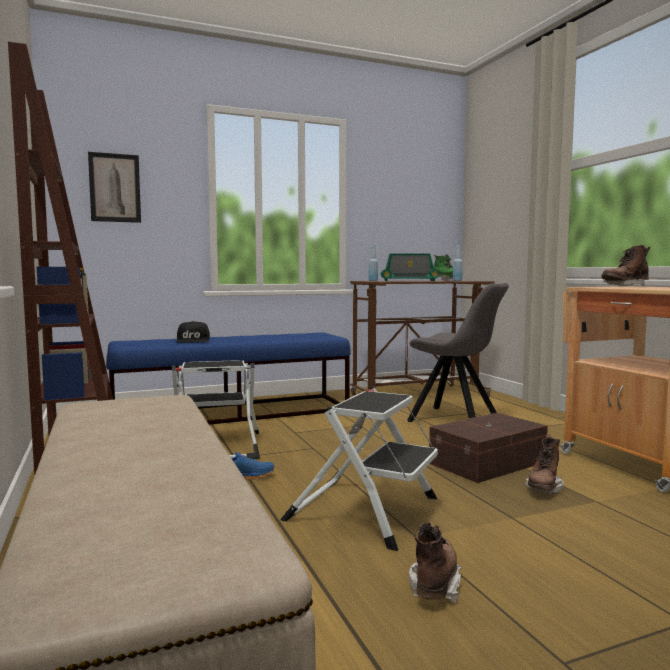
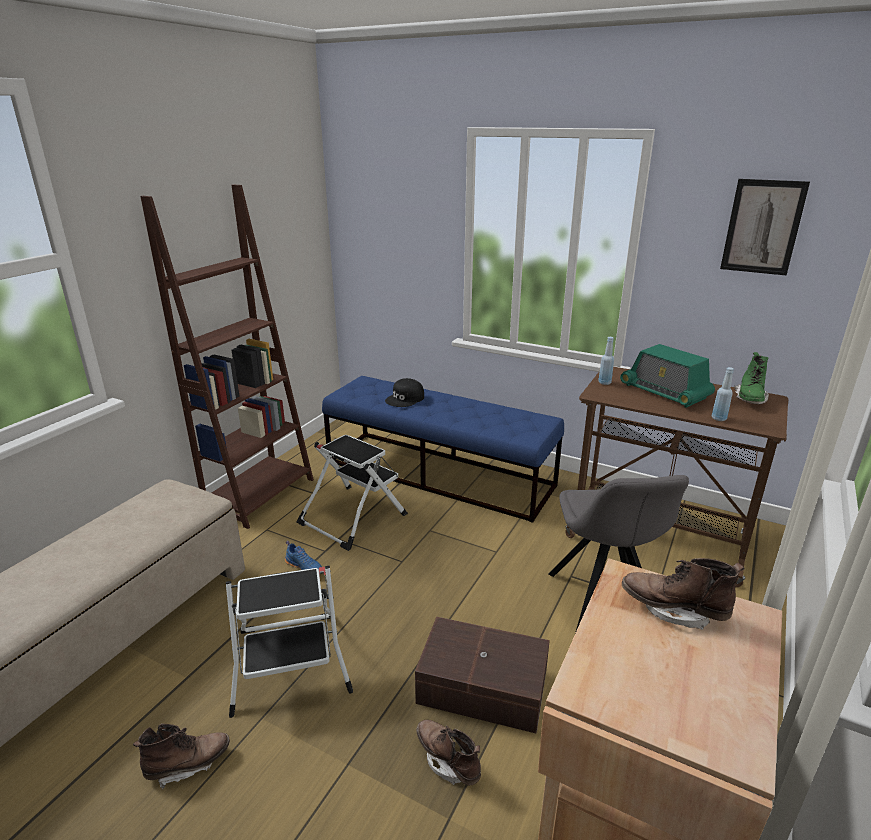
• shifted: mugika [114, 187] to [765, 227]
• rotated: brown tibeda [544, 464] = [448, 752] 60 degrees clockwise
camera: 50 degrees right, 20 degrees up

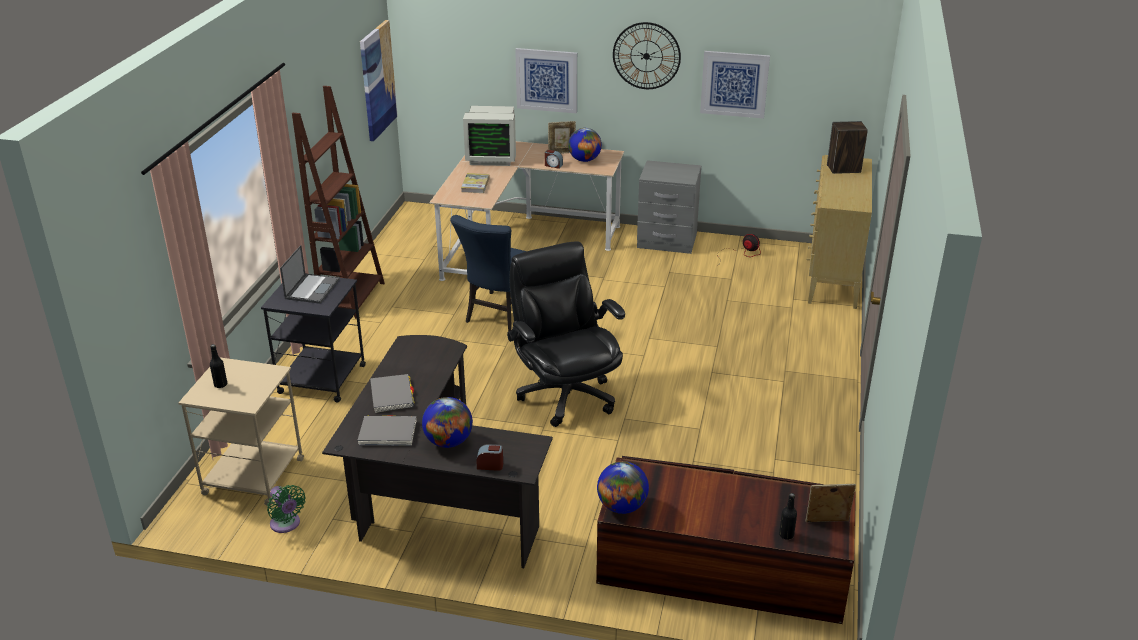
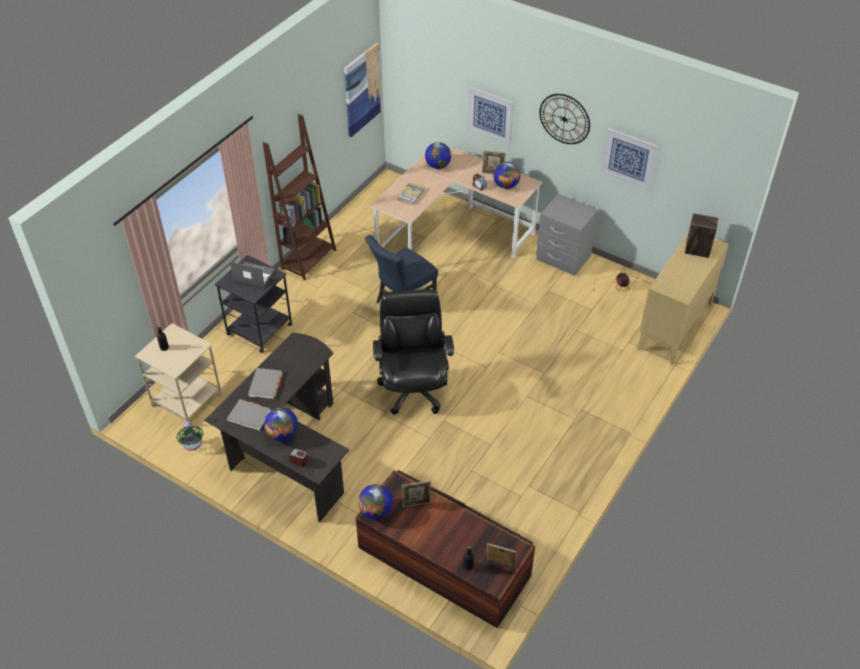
• new: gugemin [416, 494]
• swapped: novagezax [489, 136] to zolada [438, 155]
• rotated: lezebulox [309, 274] = [252, 274] 105 degrees counterclockwise
camera: 20 degrees right, 15 degrees up

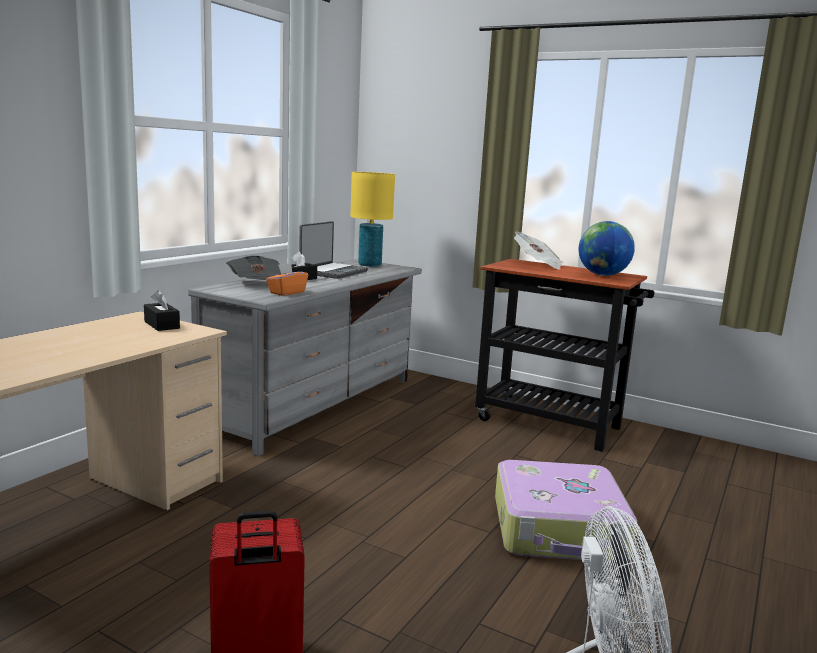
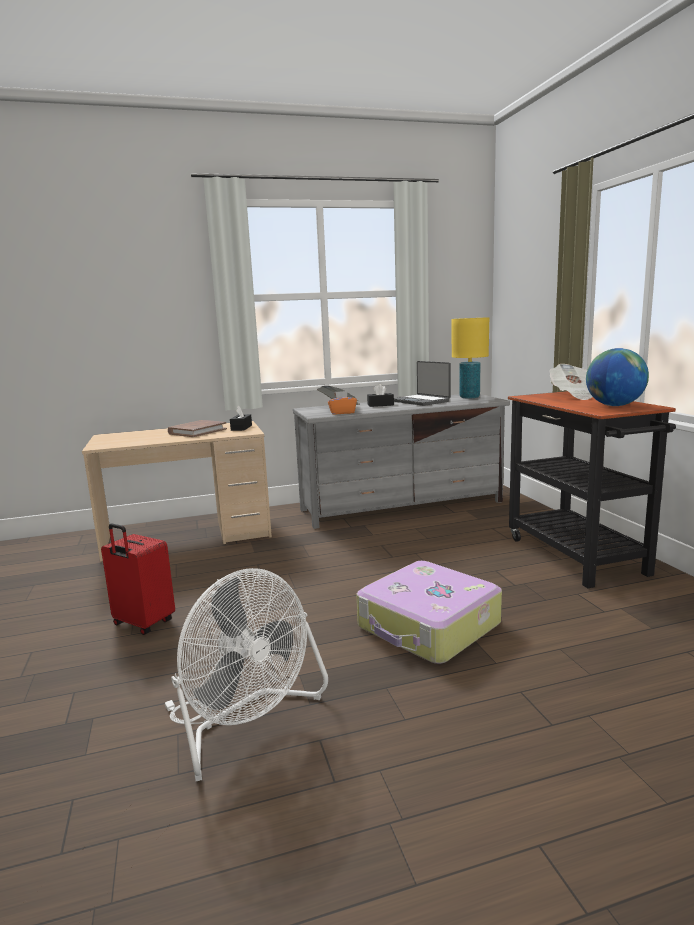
• new: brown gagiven [197, 428]
• rotated: lezebulox [333, 250] = [422, 383] 75 degrees clockwise
camera: 45 degrees right, 0 degrees up

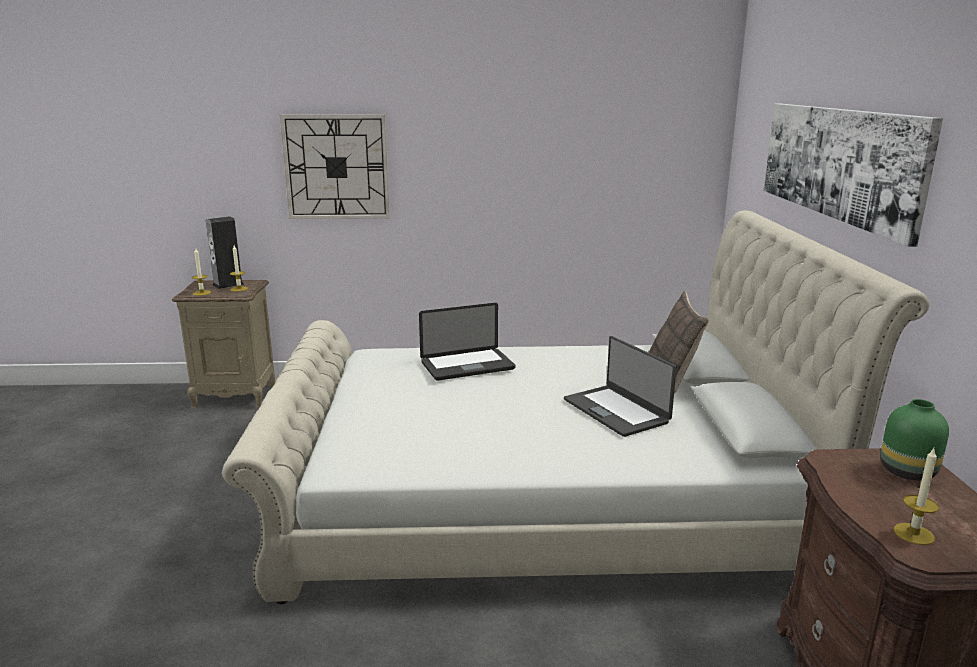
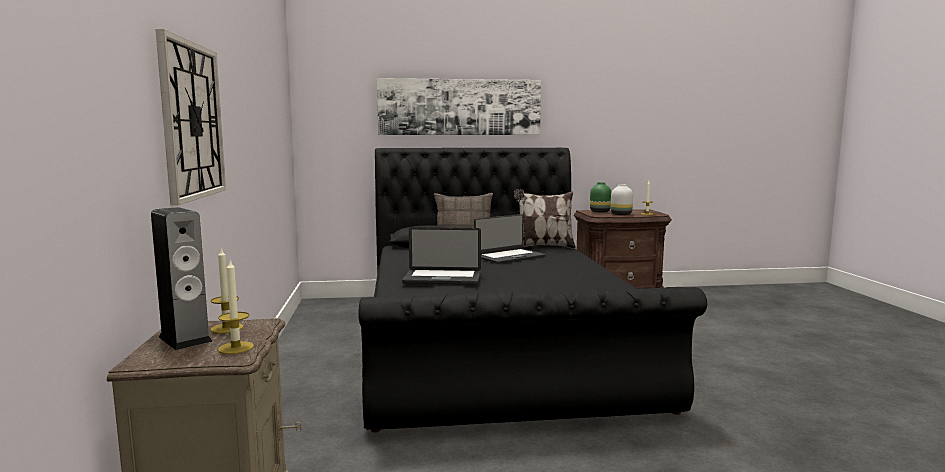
• new: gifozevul [545, 219]
• new: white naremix [622, 199]
• repainted: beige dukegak [576, 407] to black dukegak [532, 290]
• rotated: lezebulox [467, 342] = [441, 256] 120 degrees clockwise
camera: 95 degrees left, 10 degrees down

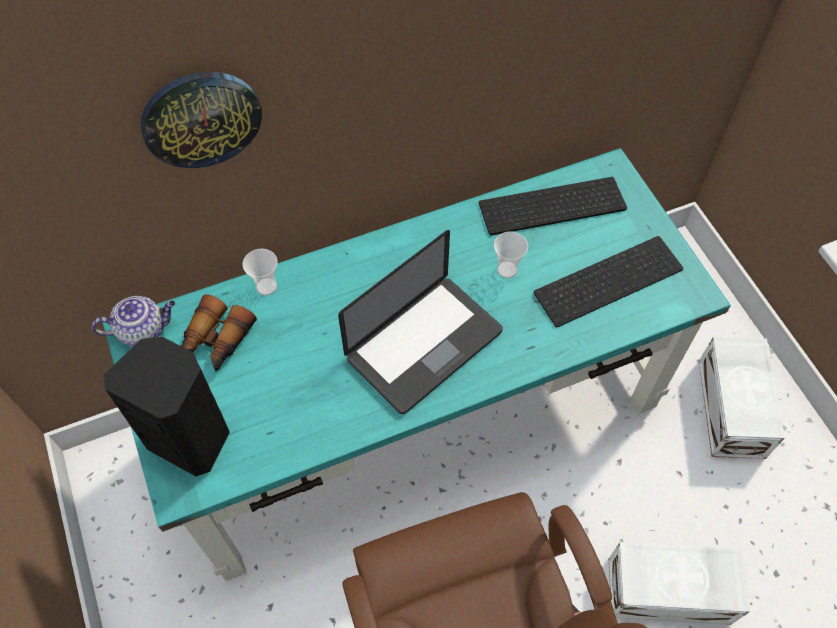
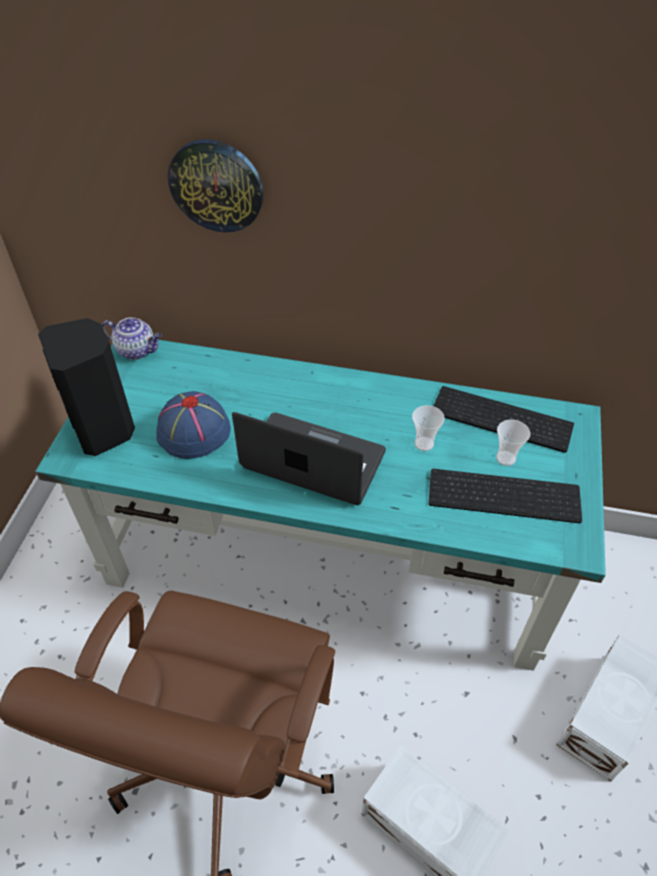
• gone: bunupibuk [219, 333]
• new: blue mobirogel [193, 425]
• shifted: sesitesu [260, 272] to [513, 443]
• rotated: lezebulox [420, 322] = [309, 458] 150 degrees counterclockwise
camera: 35 degrees right, 10 degrees down

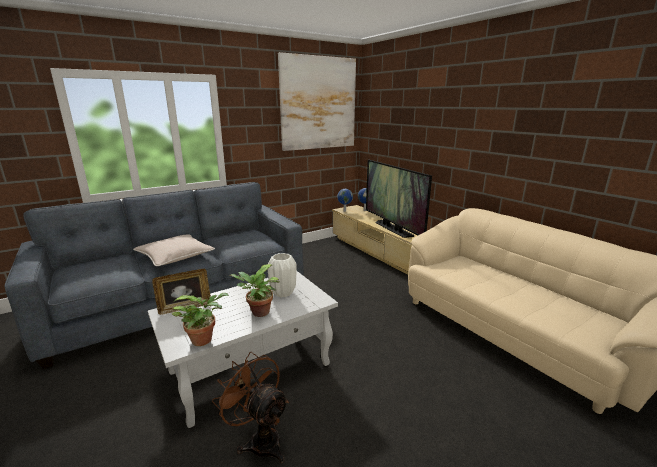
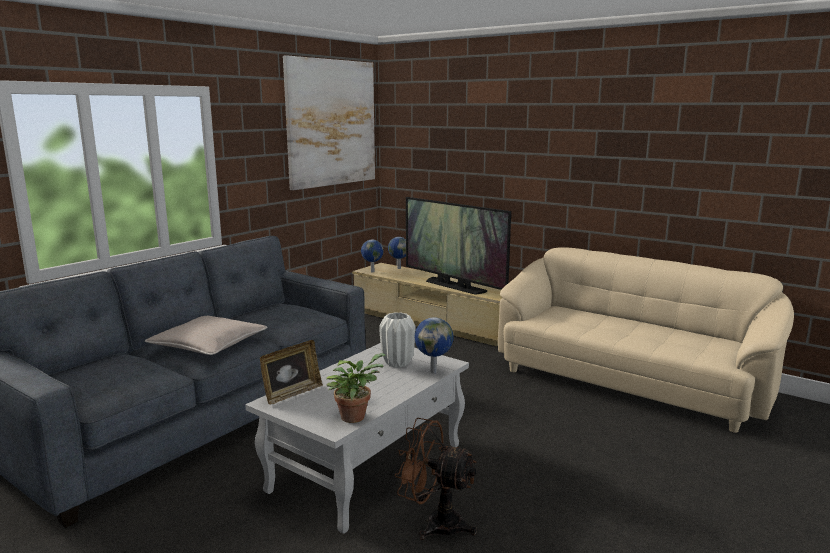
• gone: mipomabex [254, 290]
• new: zolada [434, 345]
camera: 20 degrees left, 5 degrees down

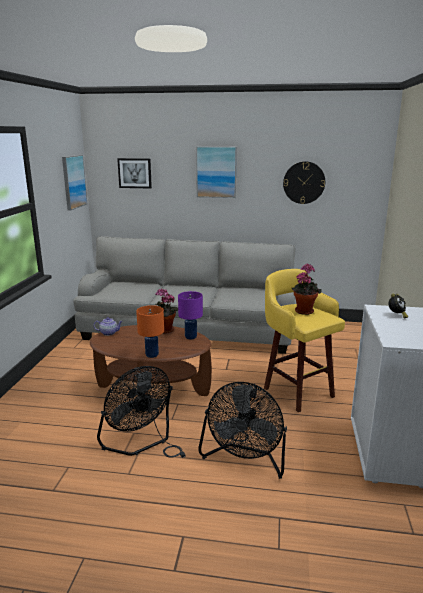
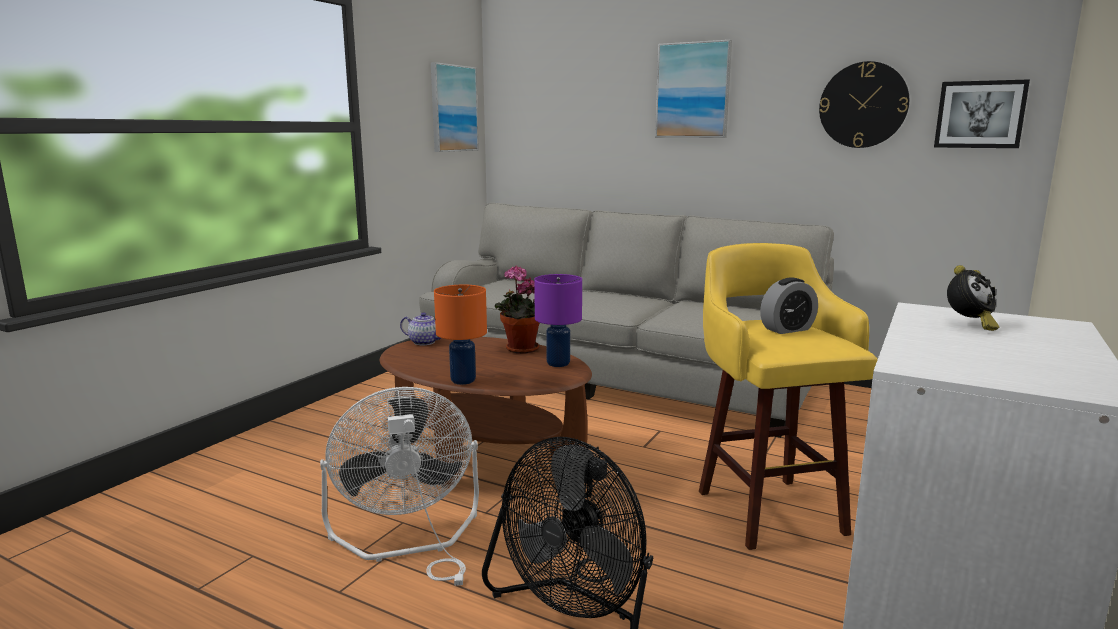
• shifted: mugika [134, 173] to [982, 113]
• swapped: mipomabex [306, 289] to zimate [789, 305]
• repainted: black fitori [141, 412] to white fitori [399, 486]
camera: 20 degrees right, 5 degrees down

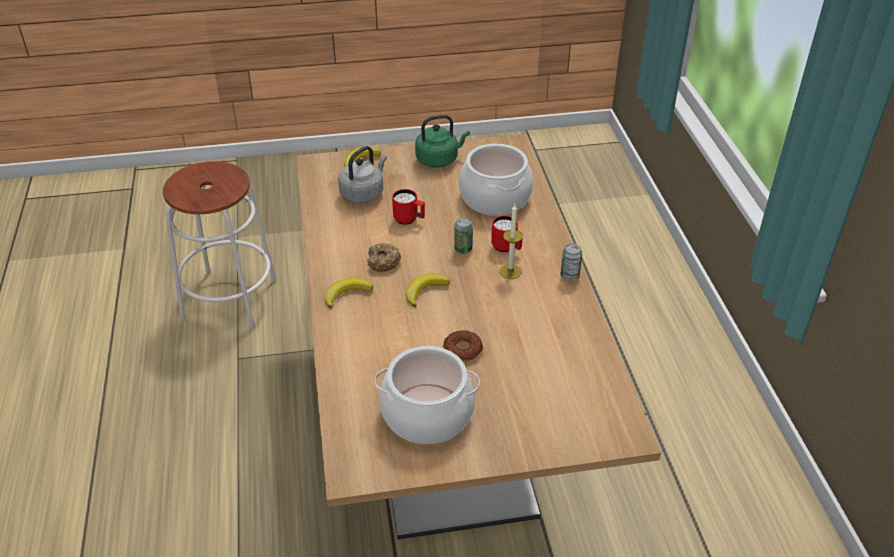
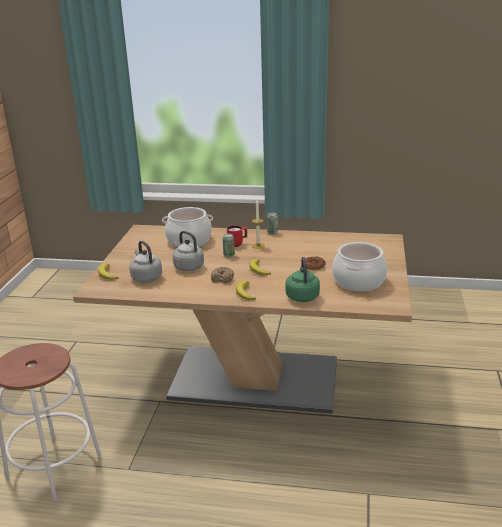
• shifted: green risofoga [442, 141] to [302, 279]
• swapped: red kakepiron [408, 207] to grey risofoga [188, 251]
camera: 70 degrees left, 15 degrees down

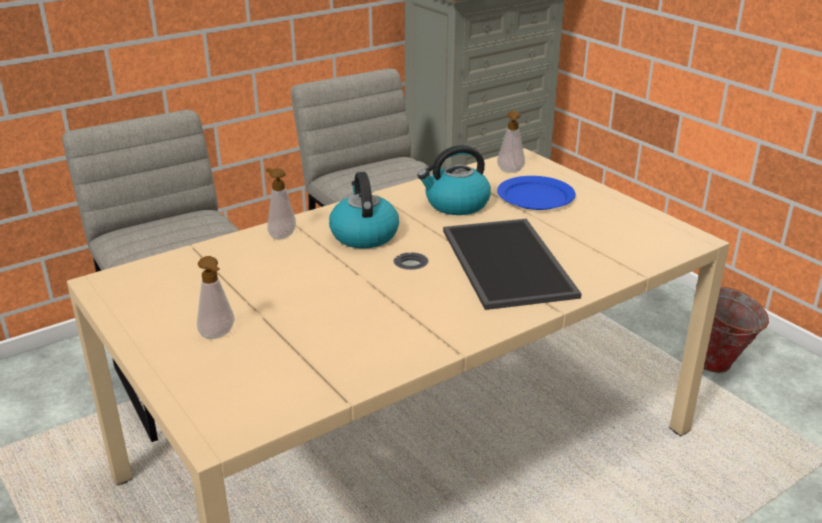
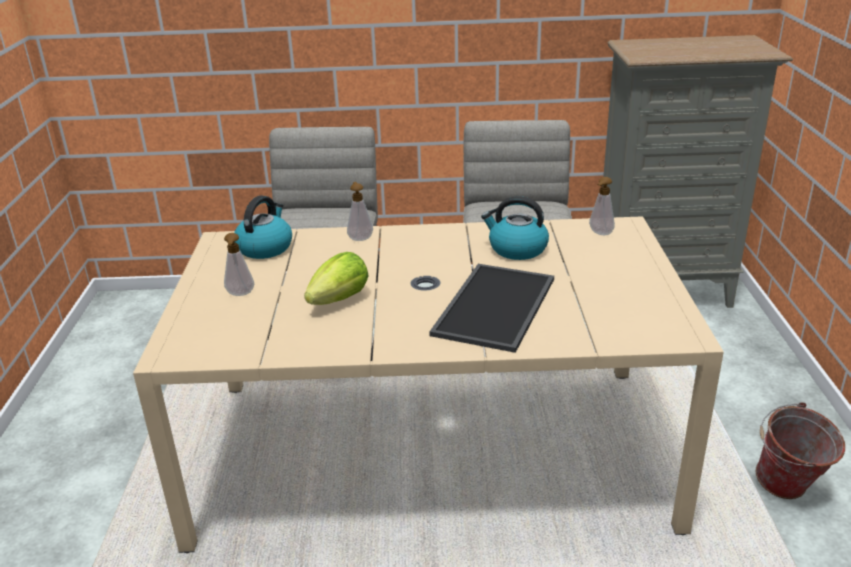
• gone: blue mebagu [536, 193]
• new: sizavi [336, 278]
• shifted: risofoga [364, 210] to [263, 227]
camera: 35 degrees right, 0 degrees up

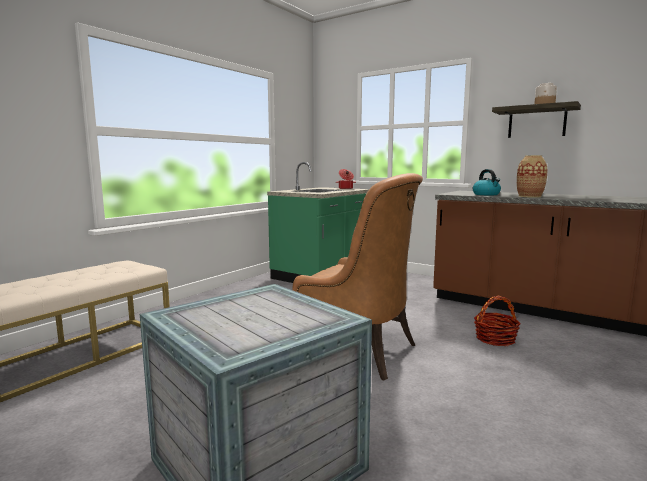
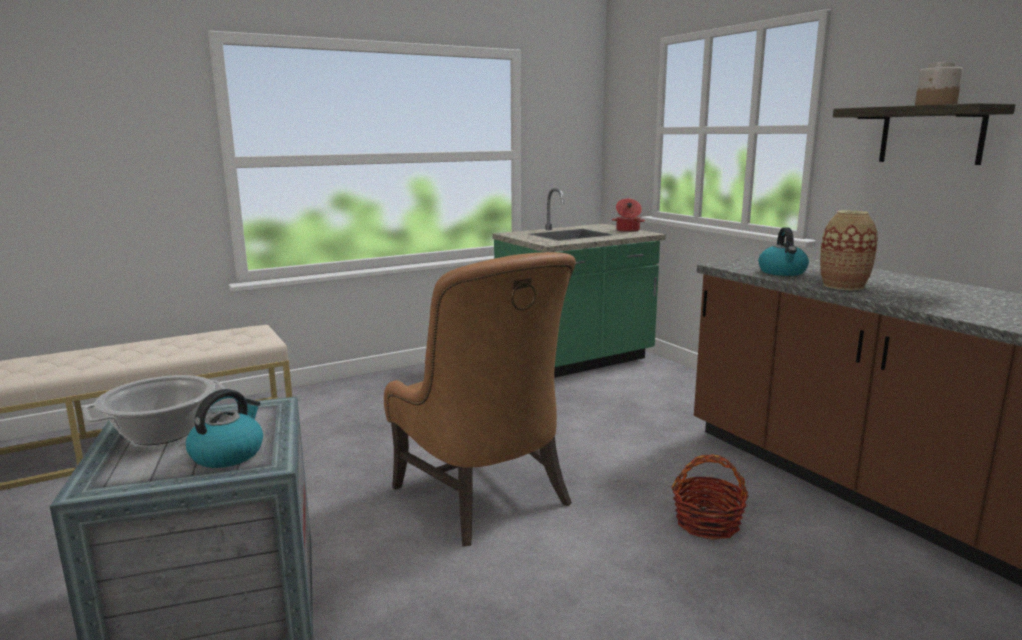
• new: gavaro [154, 410]
• new: risofoga [224, 428]
camera: 25 degrees right, 5 degrees up

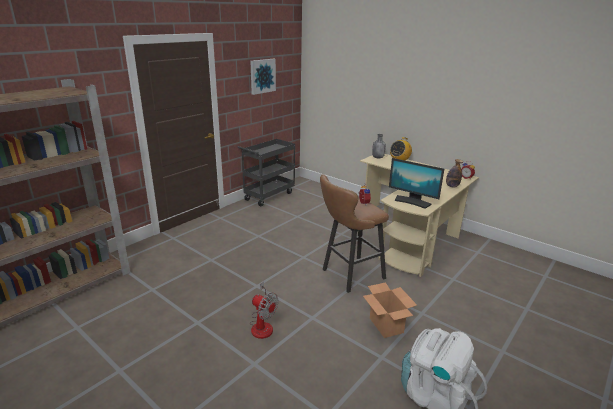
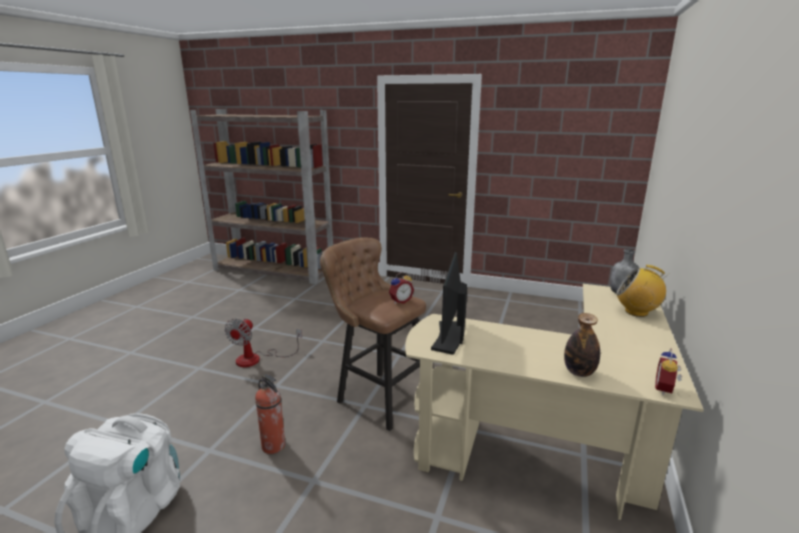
• gone: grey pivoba [266, 172]
• gone: mugika [263, 77]
• swapped: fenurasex [390, 310] to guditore [270, 414]
camera: 70 degrees right, 5 degrees down

